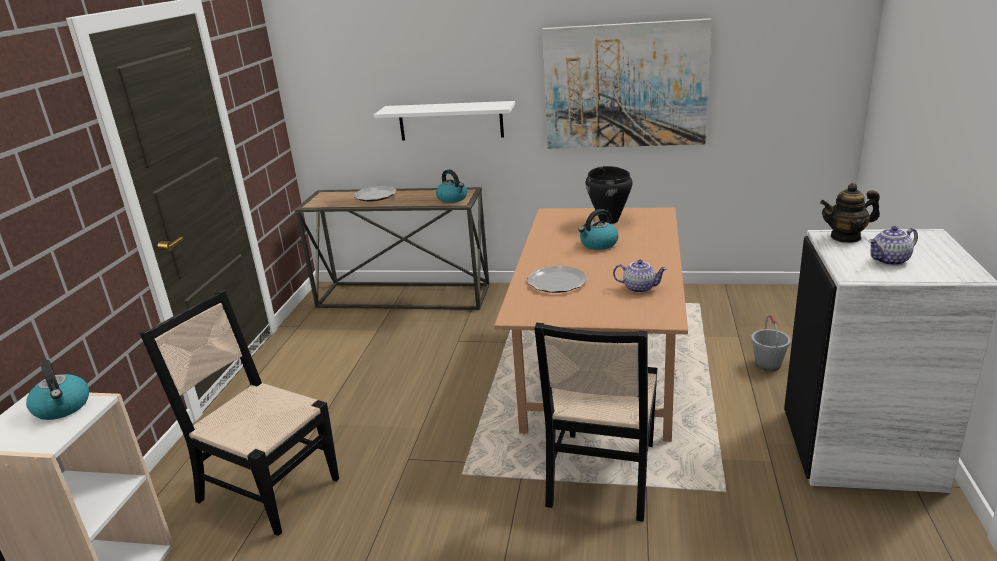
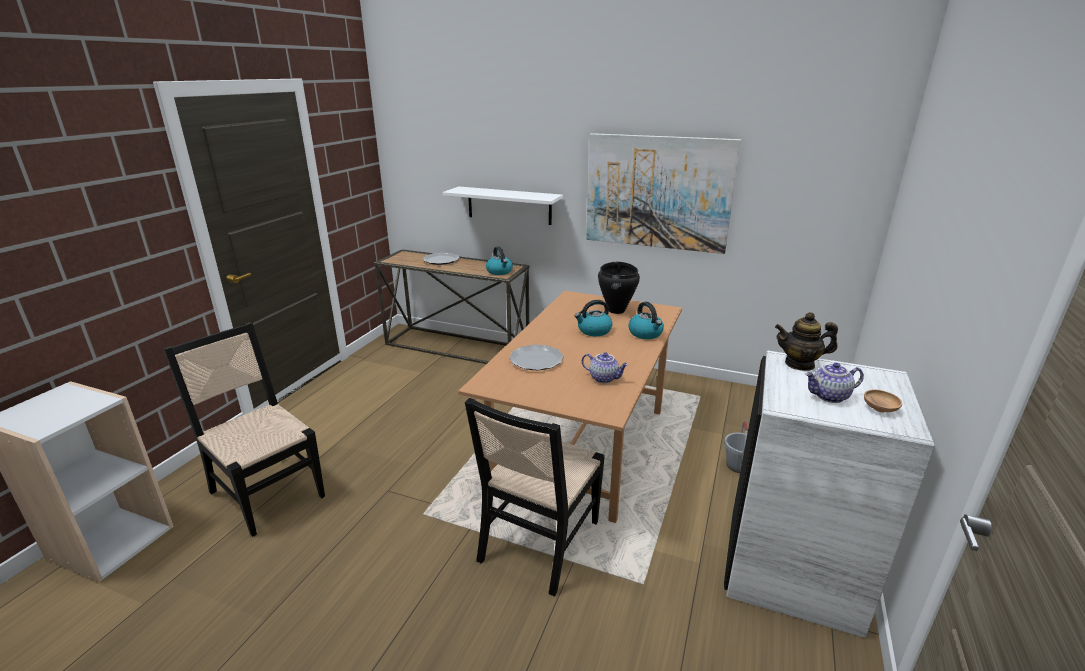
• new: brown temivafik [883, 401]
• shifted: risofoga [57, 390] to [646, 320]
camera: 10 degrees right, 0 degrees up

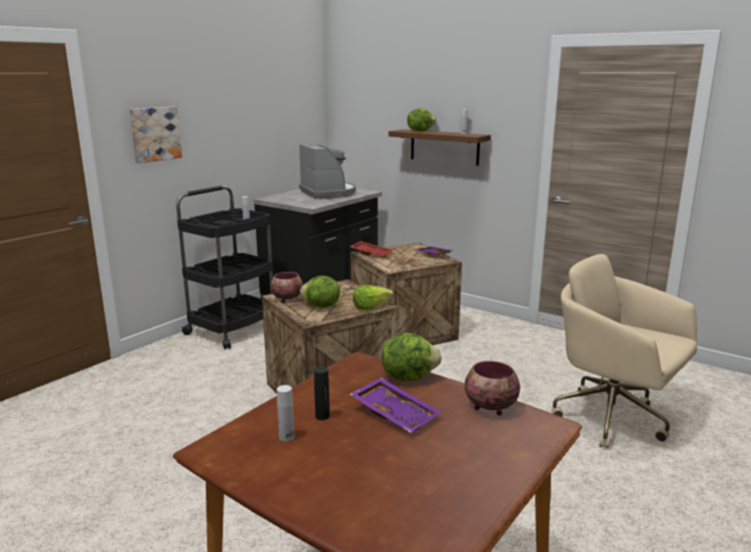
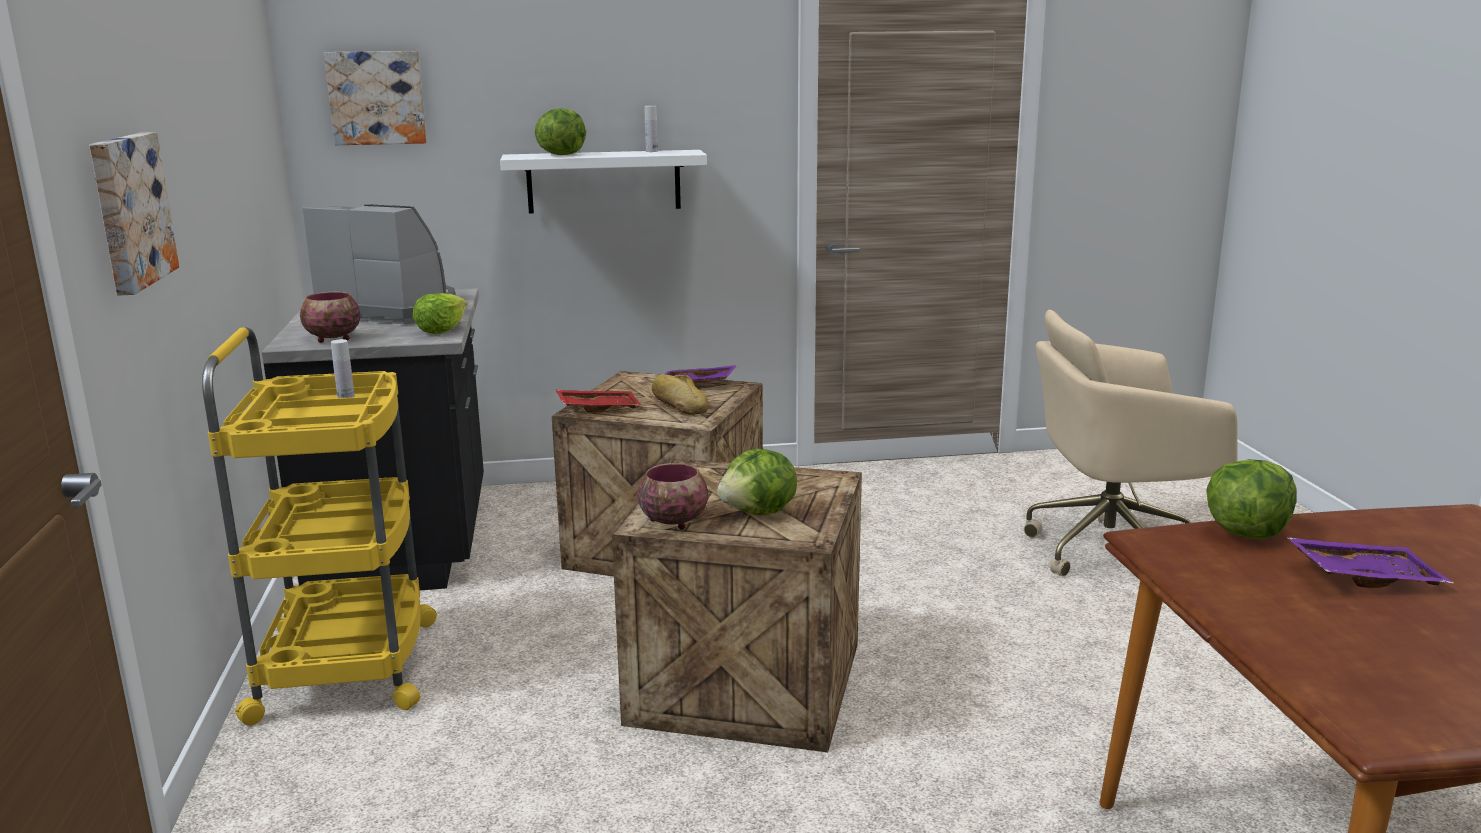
• gone: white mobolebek [285, 413]
• gone: black mobolebek [322, 393]
• new: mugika [375, 98]
• new: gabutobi [680, 394]
• shifted: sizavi [373, 297] to [439, 313]
• shifted: temivafik [492, 388] to [330, 317]
• repainted: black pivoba [224, 267] to yellow pivoba [319, 526]
• repainted: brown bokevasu [439, 147] to white bokevasu [603, 182]
camera: 45 degrees left, 0 degrees up

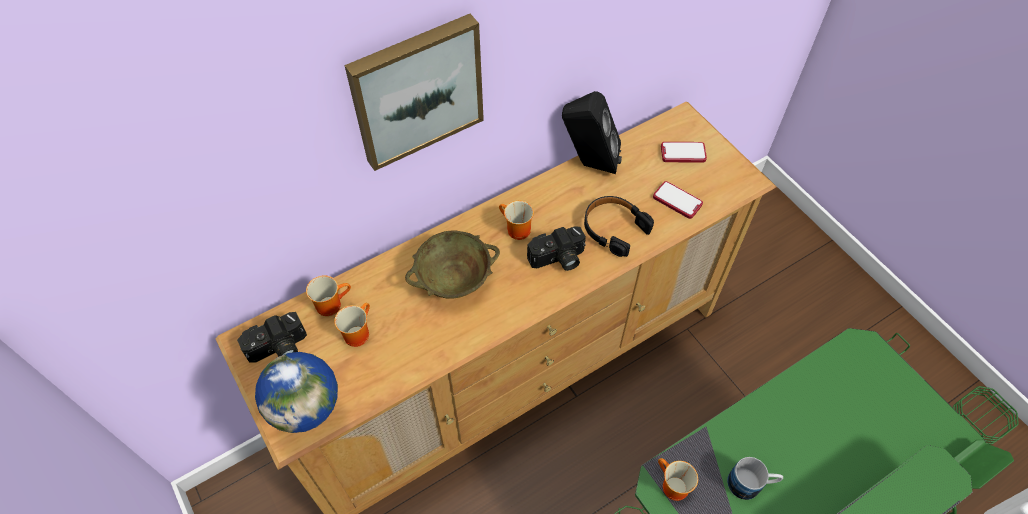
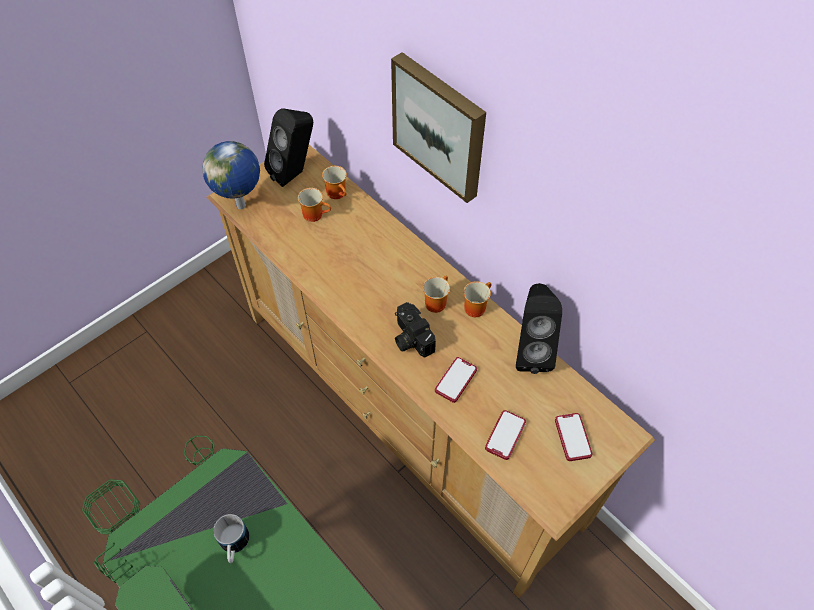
• gone: beige temivafik [452, 265]
• shifted: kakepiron [678, 479] to [477, 299]
• swapped: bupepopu [272, 337] to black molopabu [288, 147]
• swapped: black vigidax [619, 226] to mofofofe [456, 380]
camera: 80 degrees right, 0 degrees up

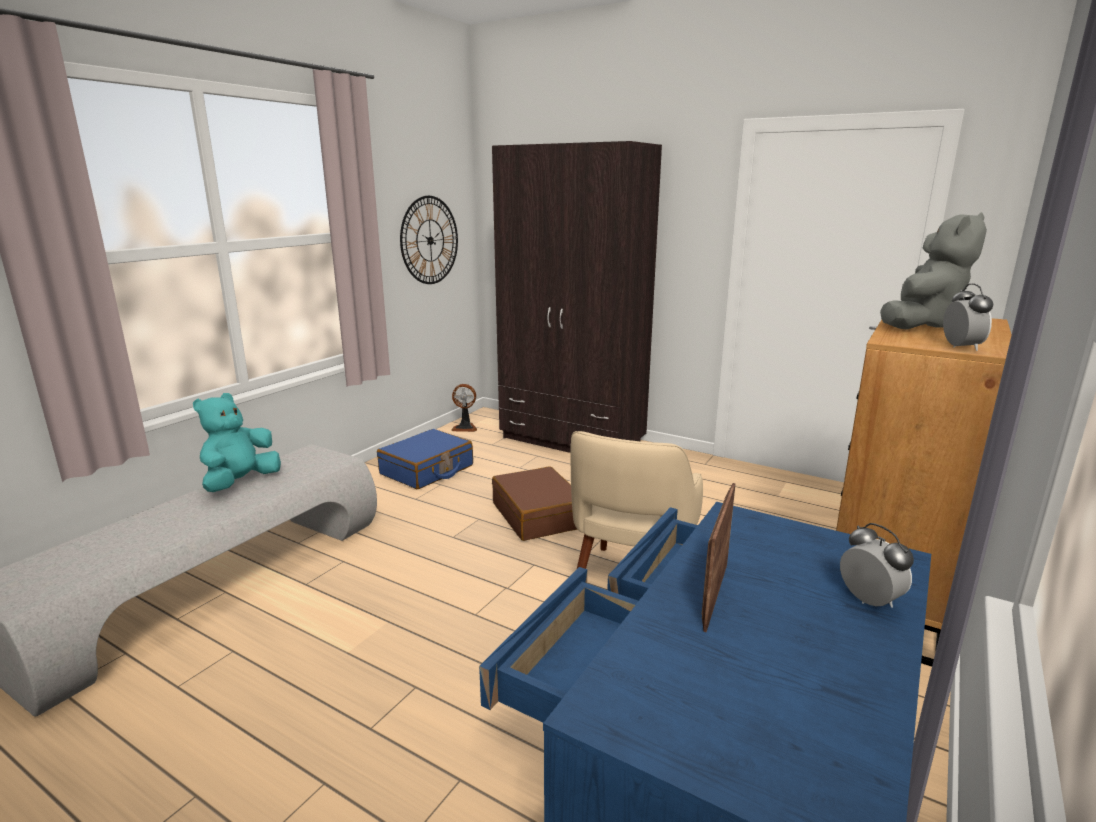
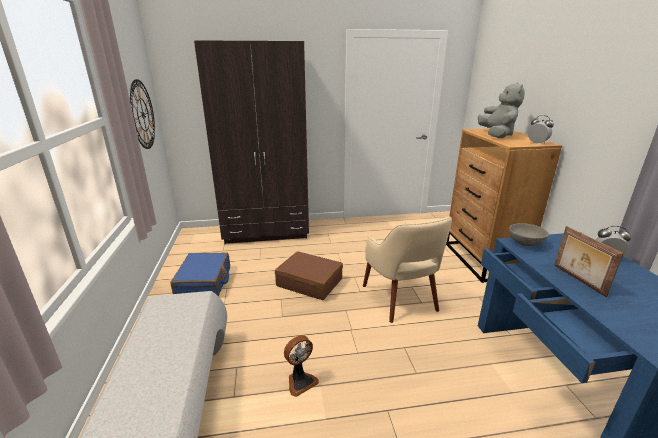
• gone: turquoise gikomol [237, 442]
• new: grey temivafik [529, 234]
• shifted: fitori [464, 408] to [301, 366]
camera: 40 degrees left, 5 degrees up

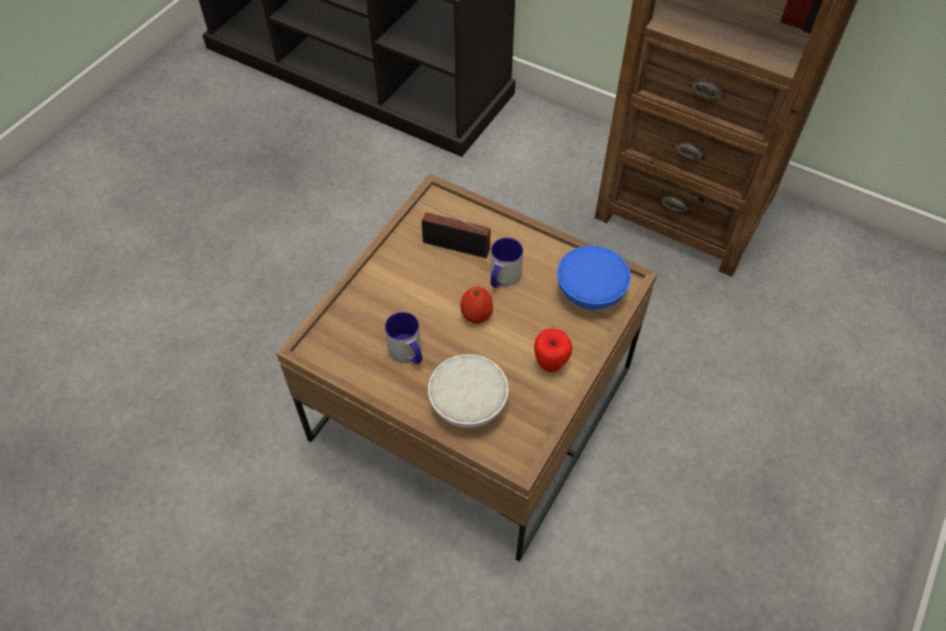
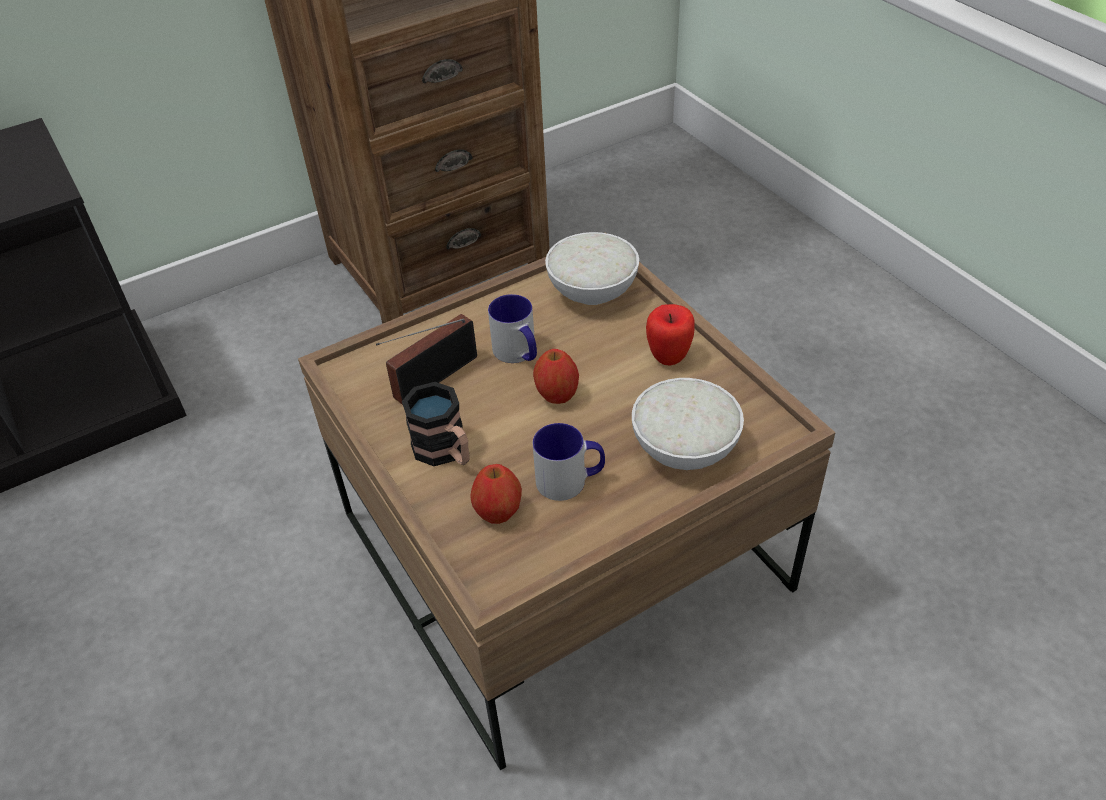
• new: kakepiron [436, 424]
• new: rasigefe [496, 494]
• repainted: blue temivafik [594, 278] to white temivafik [592, 268]
camera: 60 degrees left, 10 degrees down

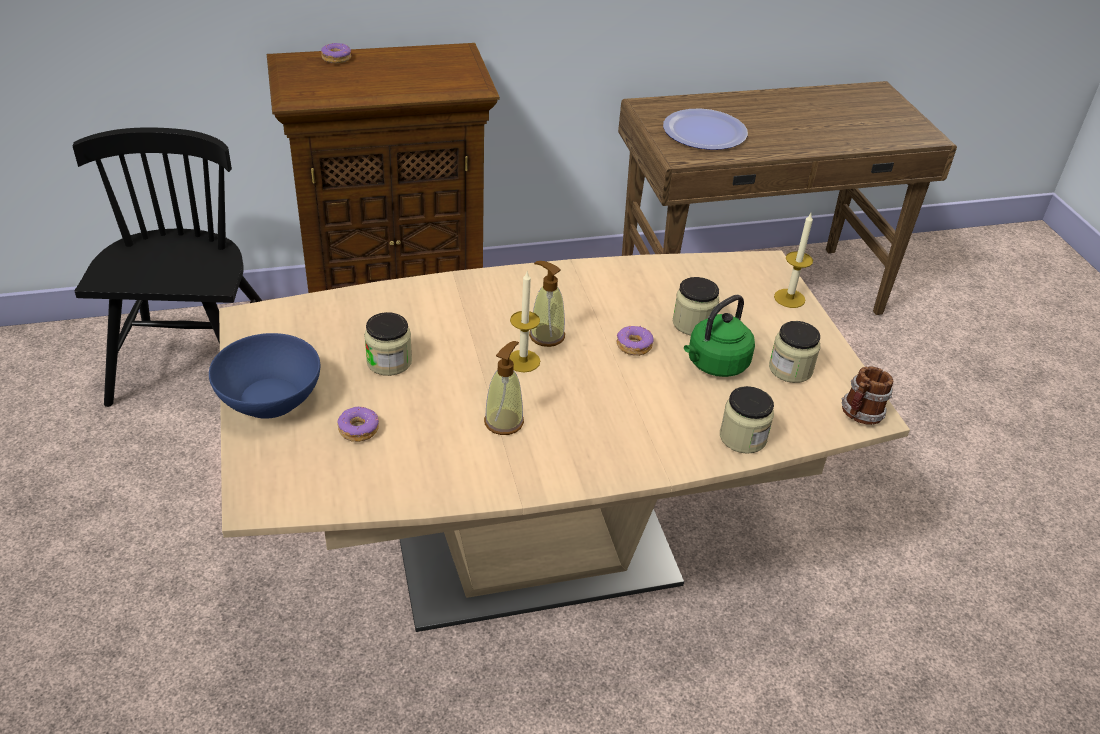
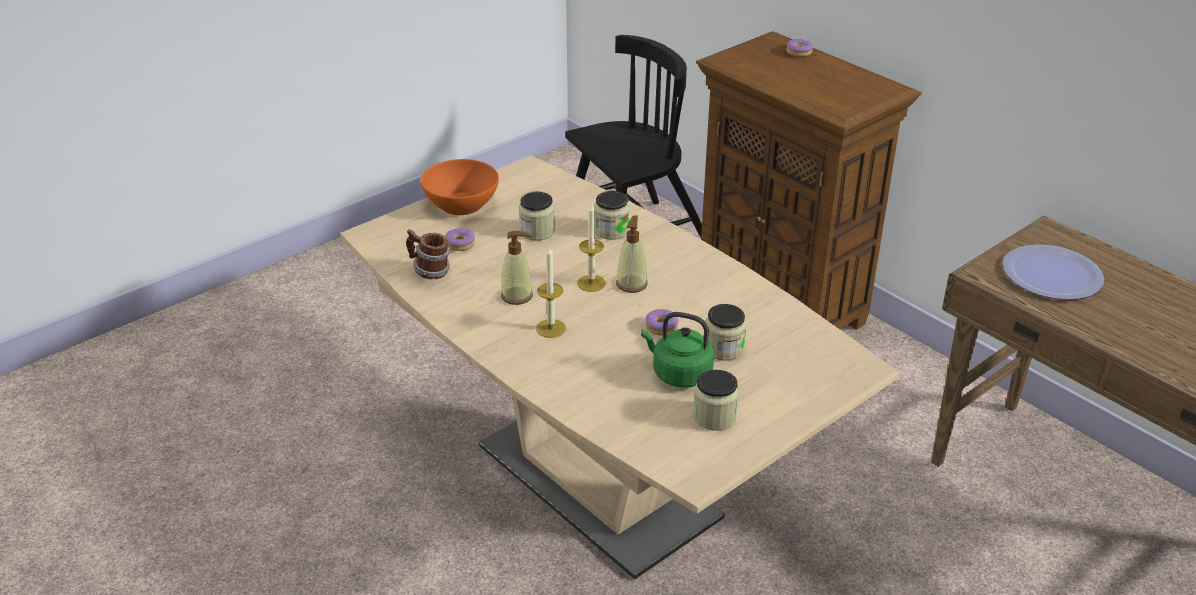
• shifted: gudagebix [747, 420] to [612, 215]
• shifted: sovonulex [793, 260] to [551, 292]
• shifted: kakepiron [867, 395] to [428, 254]
• repainted: blue temivafik [264, 376] to orange temivafik [460, 187]
camera: 65 degrees right, 5 degrees down

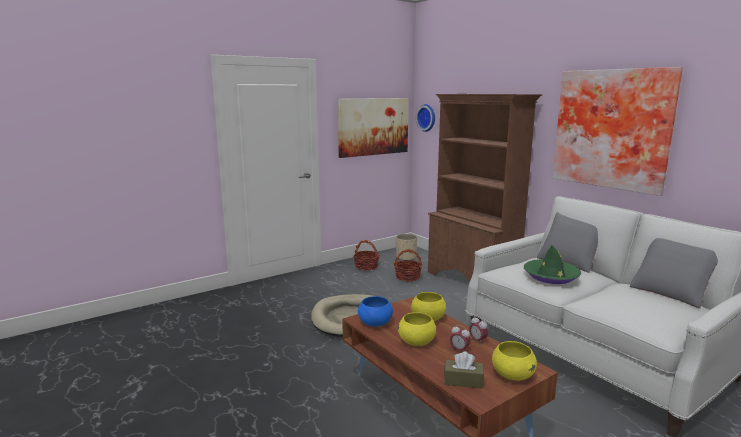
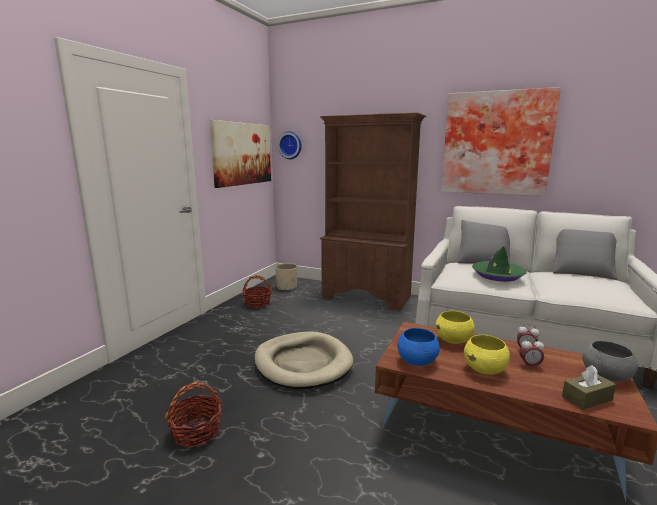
• shifted: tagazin [408, 265] to [193, 415]
• repainted: yellow temivafik [514, 361] to grey temivafik [610, 361]
camera: 30 degrees left, 0 degrees up

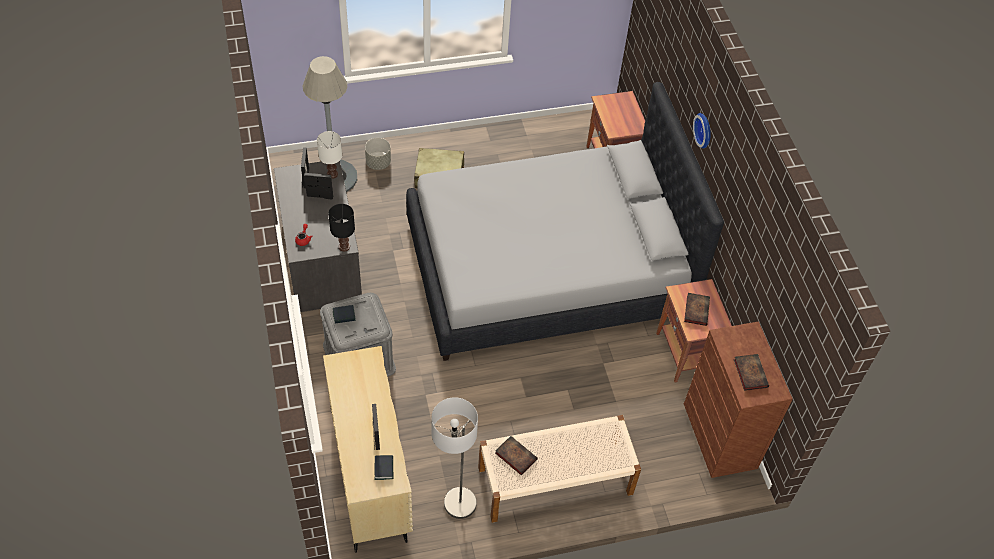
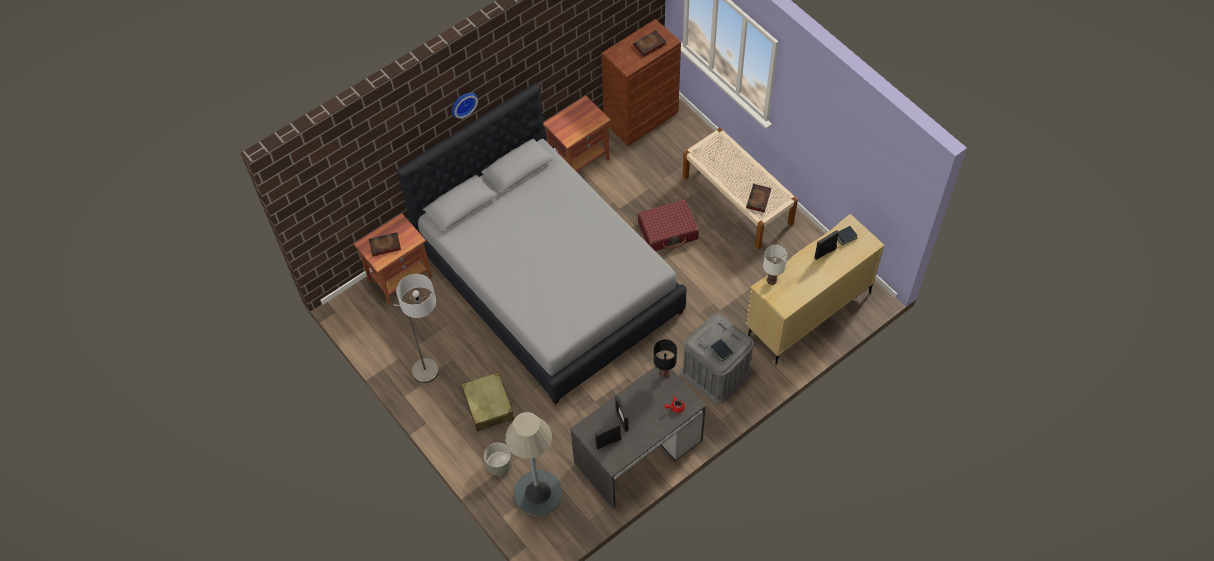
• new: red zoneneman [668, 225]
• shifted: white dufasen [329, 155] to [775, 265]
• shifted: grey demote [454, 458] to [416, 328]
• shifted: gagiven [697, 309] to [385, 244]
camera: 110 degrees left, 5 degrees up

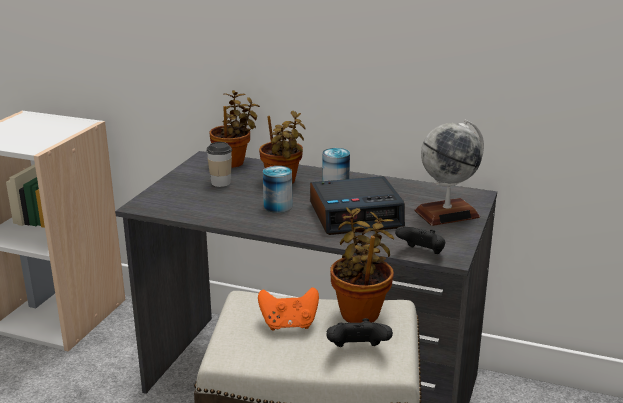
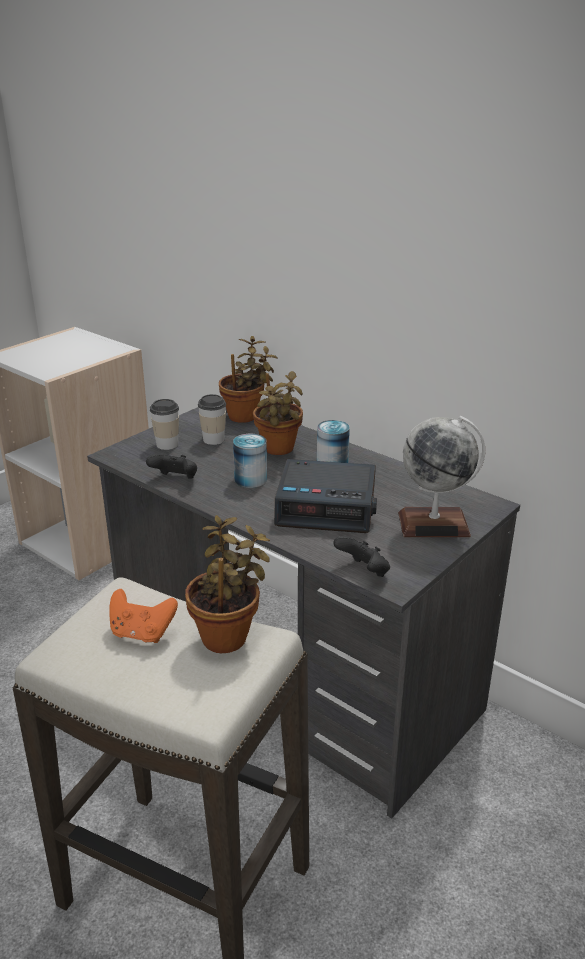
• new: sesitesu [164, 424]
• shifted: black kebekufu [359, 332] to [171, 466]
camera: 20 degrees right, 5 degrees up

